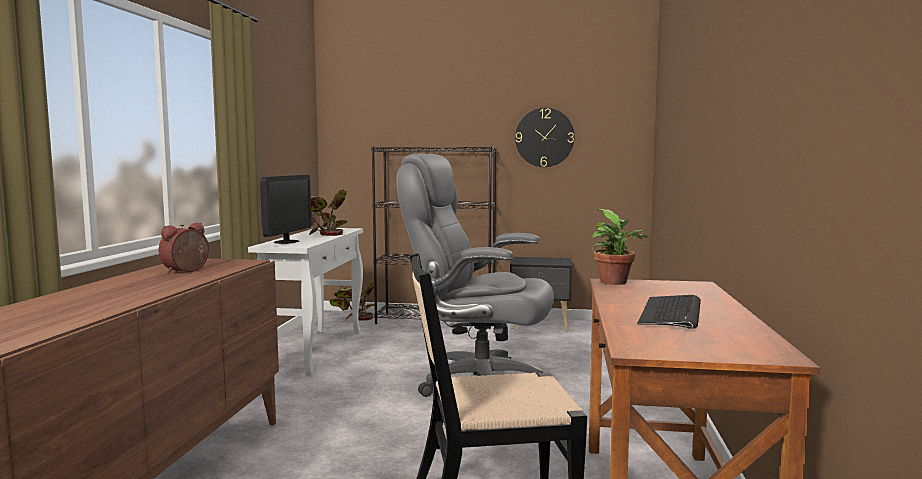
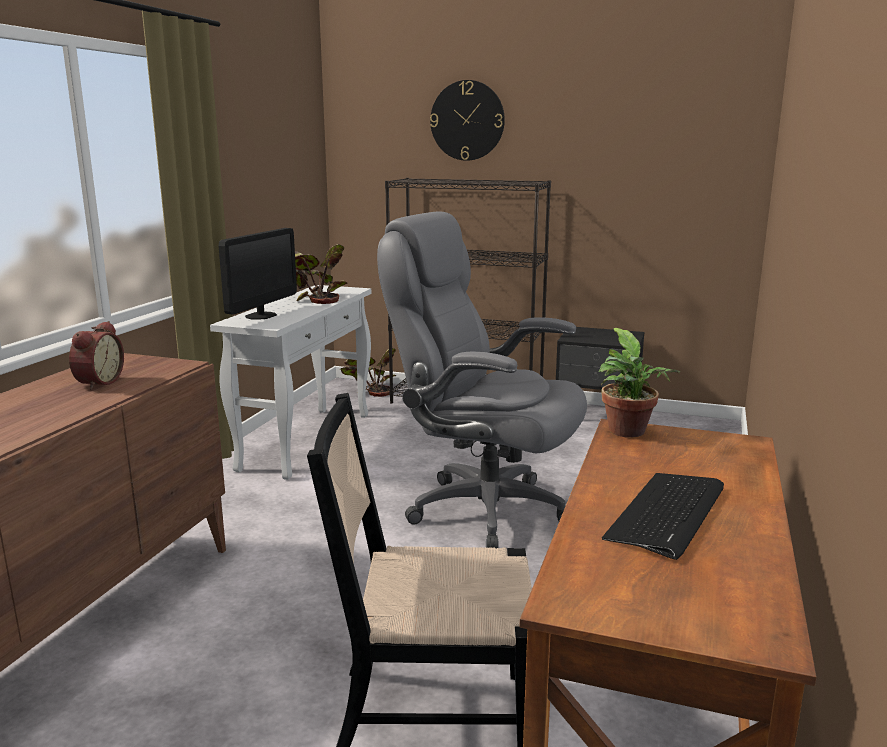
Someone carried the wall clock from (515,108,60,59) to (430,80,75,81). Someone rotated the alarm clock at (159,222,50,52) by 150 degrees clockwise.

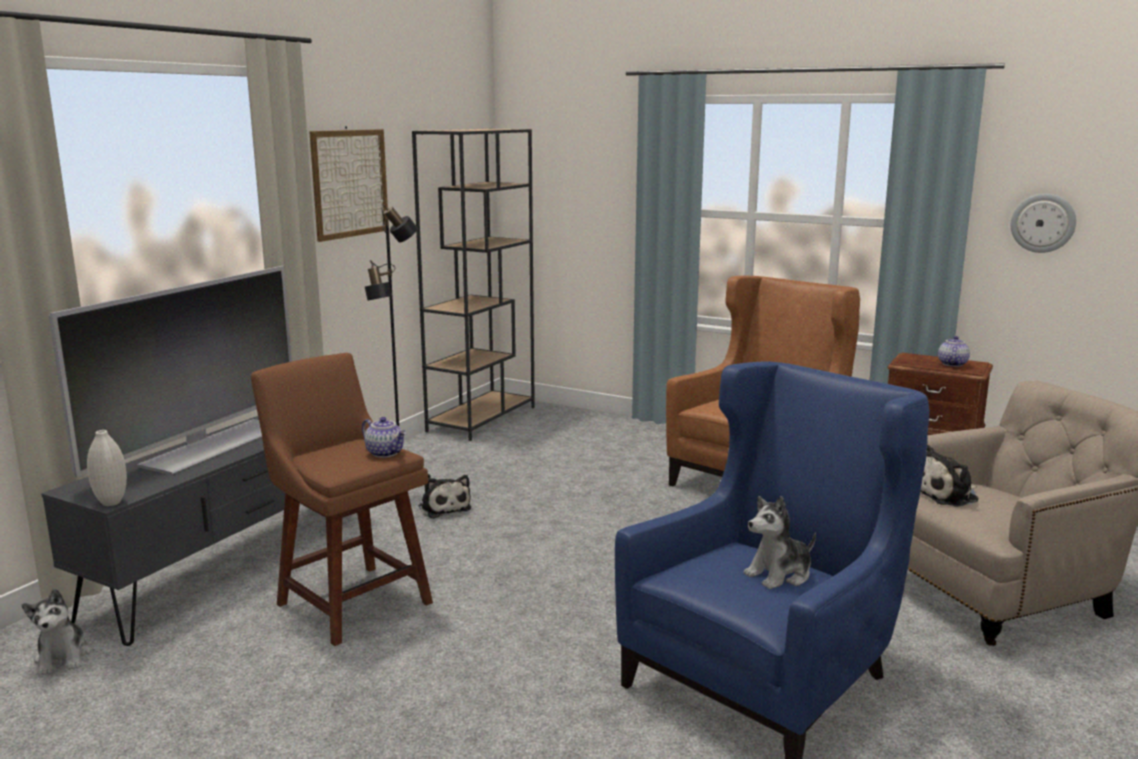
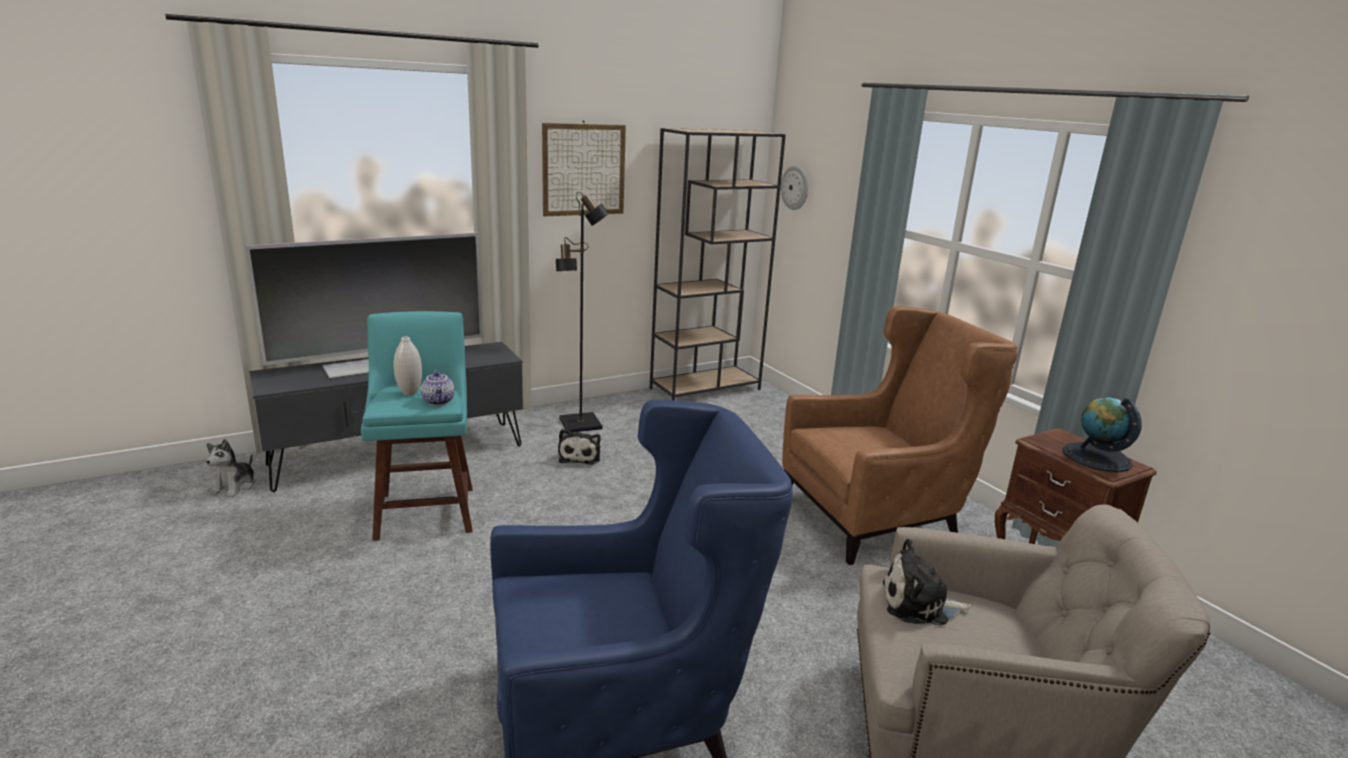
Someone took away the plush toy at (743,496,73,93). Someone carried the white vase from (87,430,40,76) to (394,337,28,59). Someone carried the wall clock from (1011,194,65,59) to (781,166,27,44). Someone swapped the teapot at (938,336,32,31) for the globe at (1063,397,79,75). Someone repainted the brown stool at (251,353,182,293), which became the turquoise stool at (361,311,112,230).

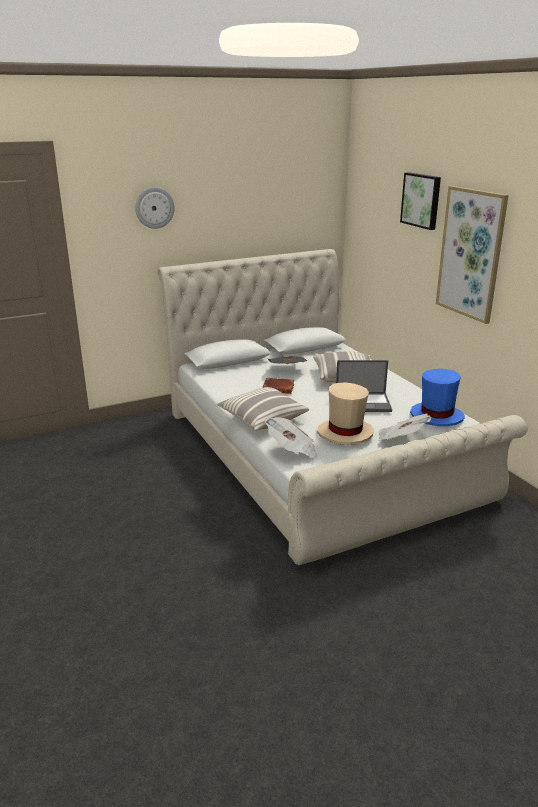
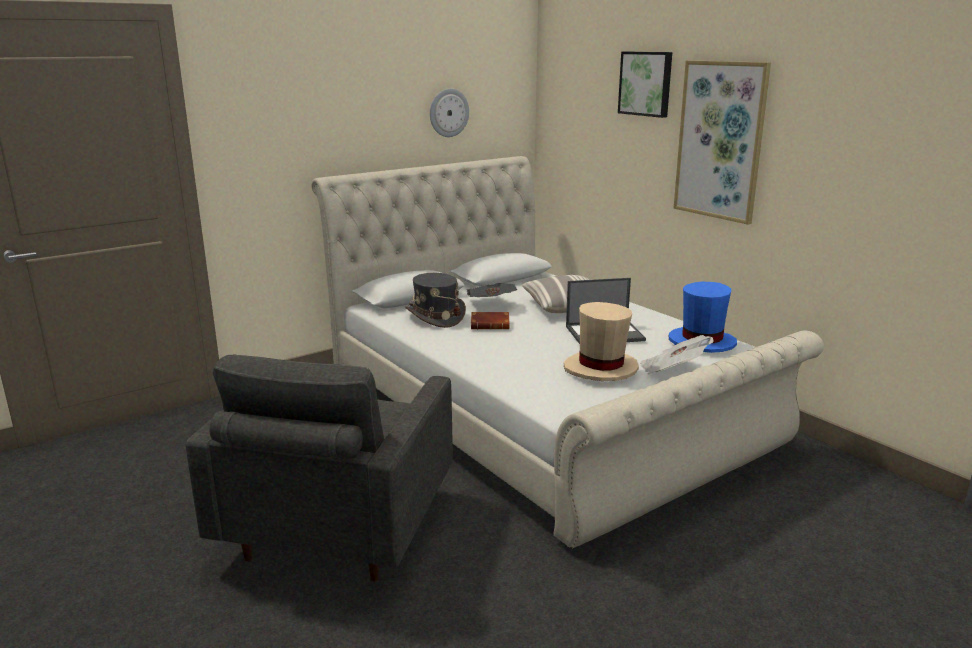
Someone took away the pillow at (217,387,92,43). Someone took away the newspaper at (265,417,52,41). Someone put down the grey armchair at (185,354,268,227). Someone put down the grey hat at (405,273,61,55). Someone carried the wall clock from (135,187,40,42) to (430,88,39,49).

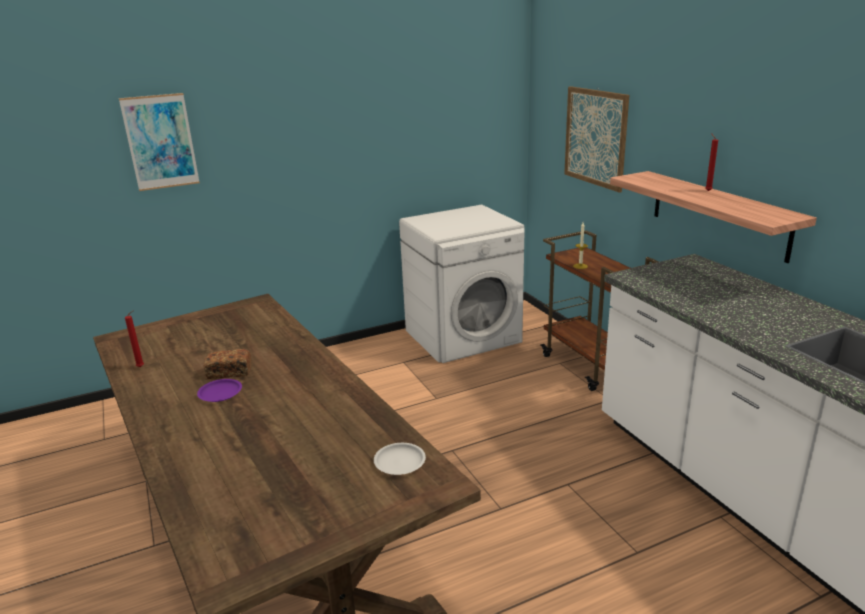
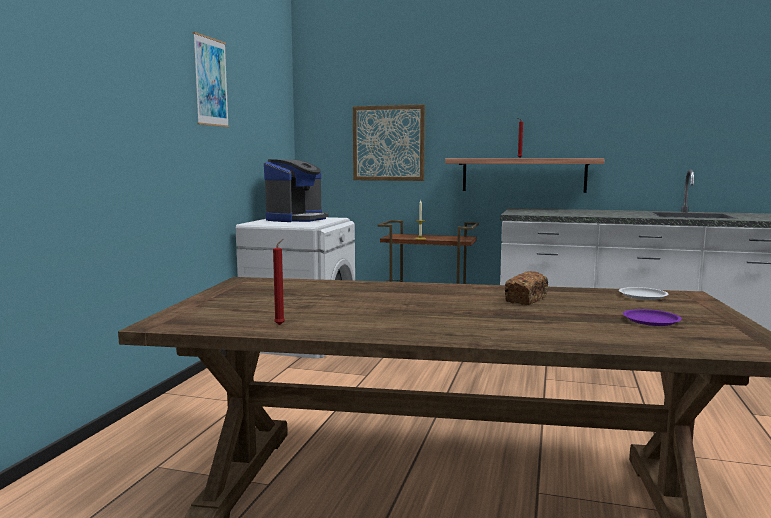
Someone put down the coffee machine at (264,159,64,63). Someone carried the picture from (119,93,81,98) to (193,32,36,95). Someone carried the purple plate from (197,379,45,23) to (623,309,59,17). Someone carried the bread from (204,349,48,30) to (505,271,43,34).

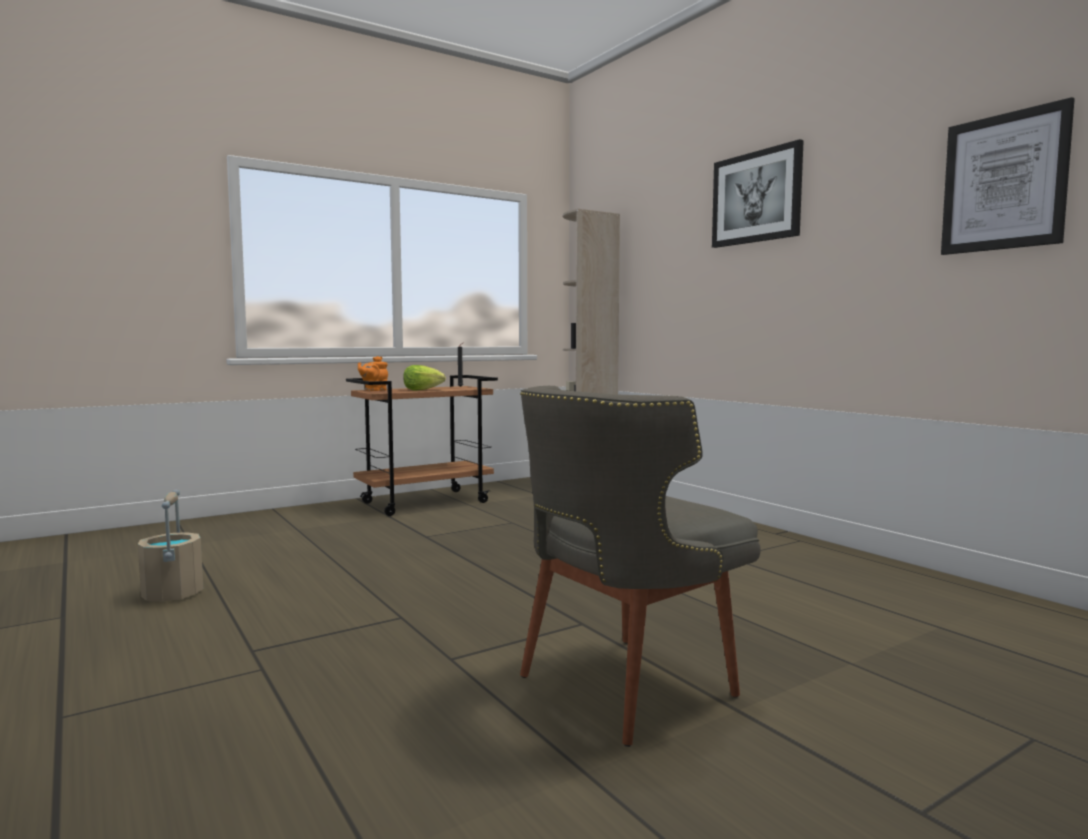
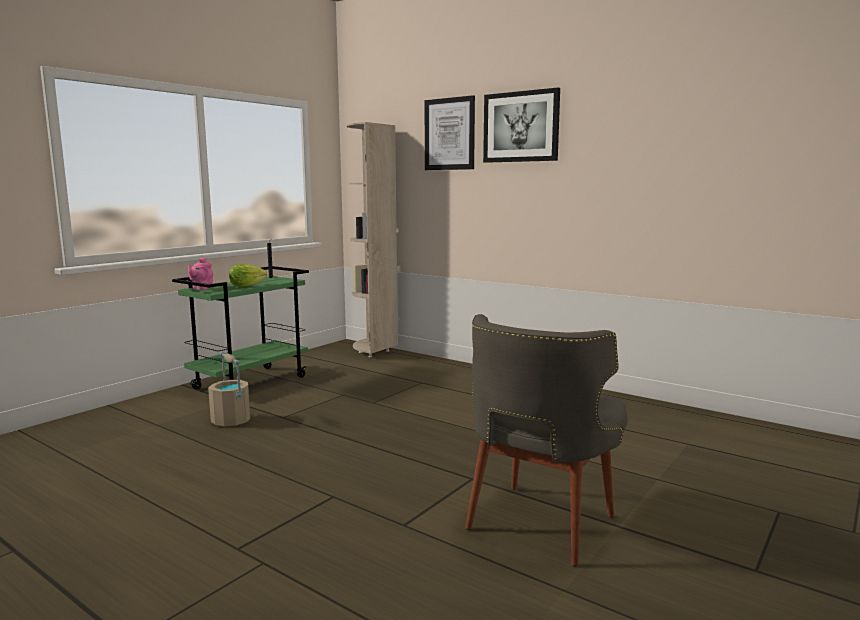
Someone carried the beige bucket from (138,490,65,112) to (208,352,42,74). Someone carried the picture from (941,97,134,158) to (425,95,50,75). Someone repainted the brown cart at (346,375,152,141), which became the green cart at (172,266,137,123). Someone repainted the orange teapot at (358,356,30,35), which became the pink teapot at (188,258,25,32).

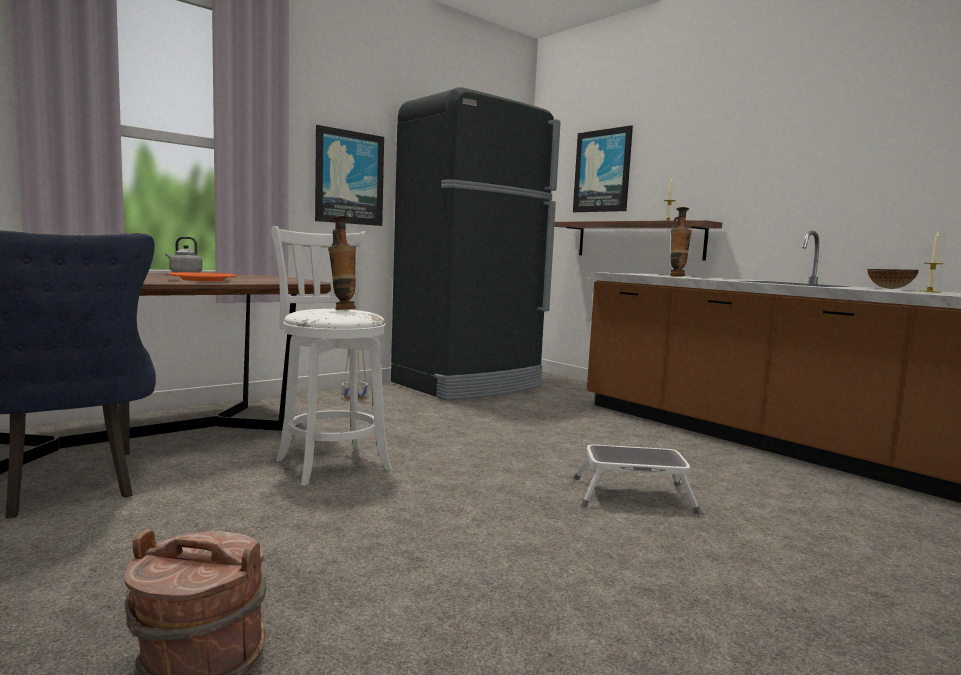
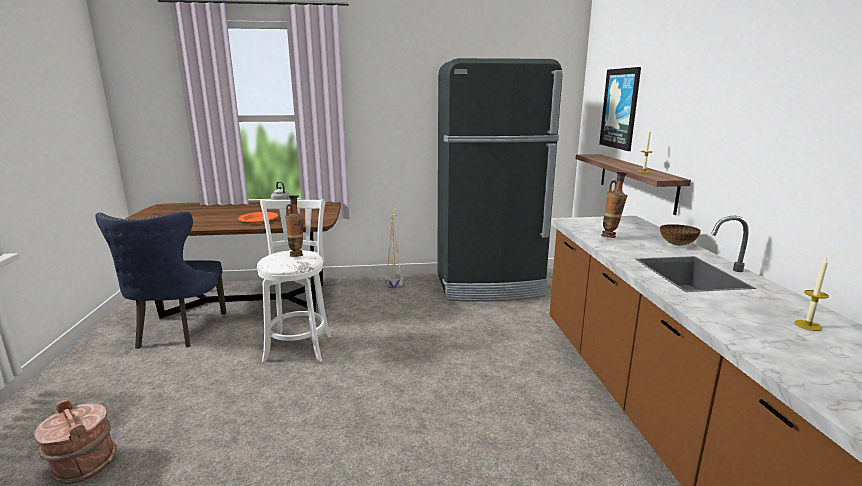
Someone took away the picture at (315,125,69,101). Someone took away the grey step ladder at (573,445,129,70). Someone carried the bowl from (868,269,51,20) to (660,224,41,22).

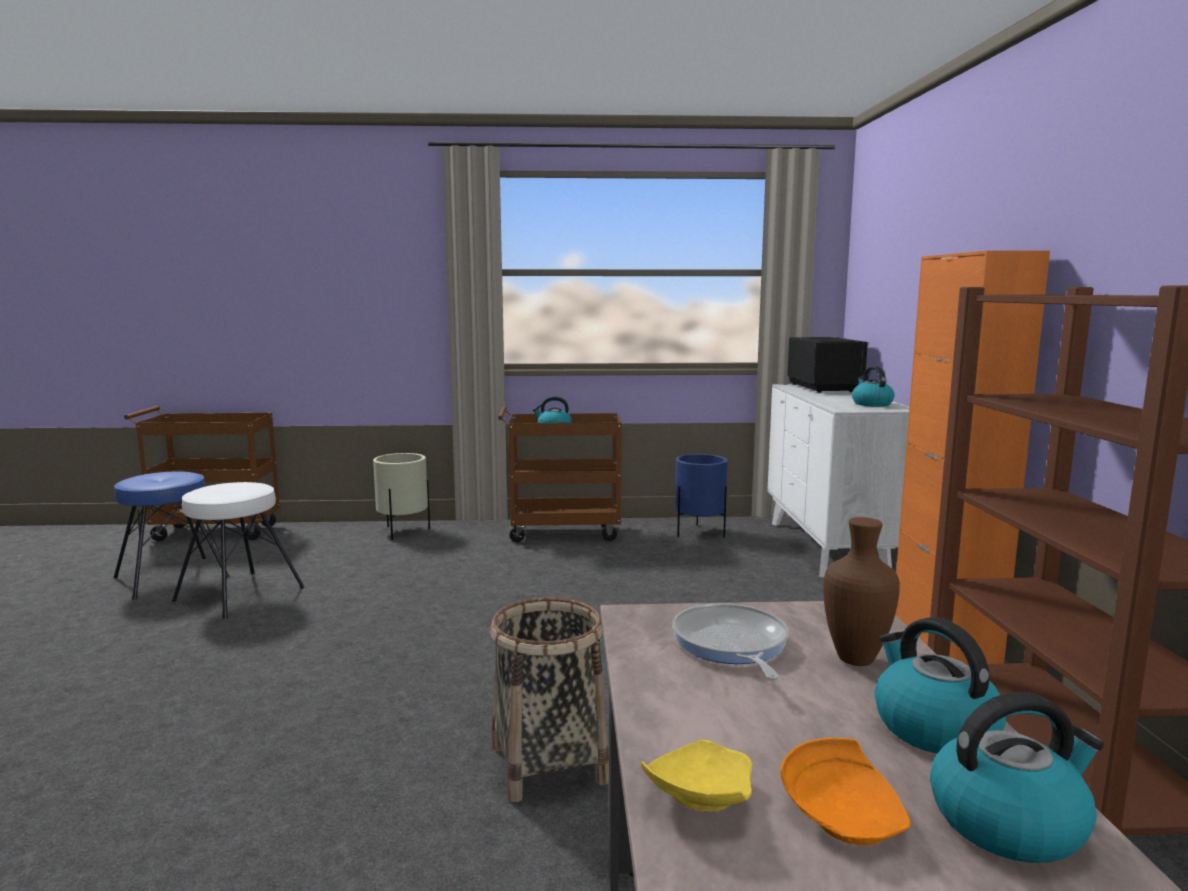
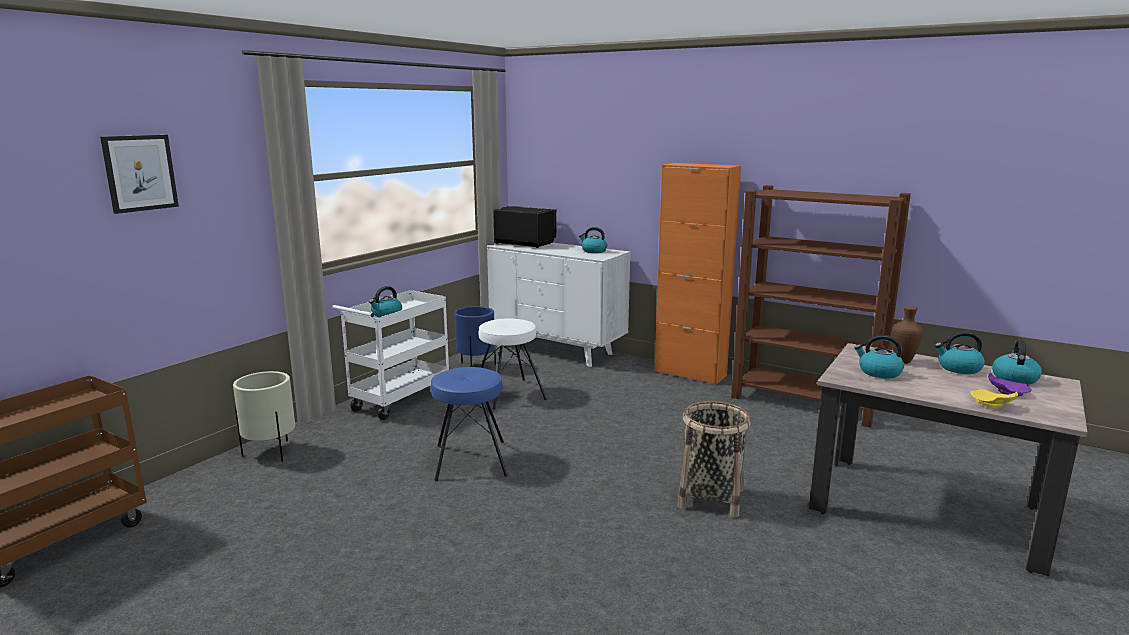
Someone put up the picture at (100,135,79,79). Someone carried the blue stool from (114,472,116,128) to (431,367,77,114). Someone carried the white stool from (172,482,133,137) to (479,318,68,92). Someone swapped the frying pan at (672,604,117,76) for the kettle at (854,335,50,44). Someone repainted the brown cart at (498,406,124,136), which became the white cart at (332,290,117,130). Someone repainted the orange plate at (780,738,131,107), which became the purple plate at (988,373,44,24).

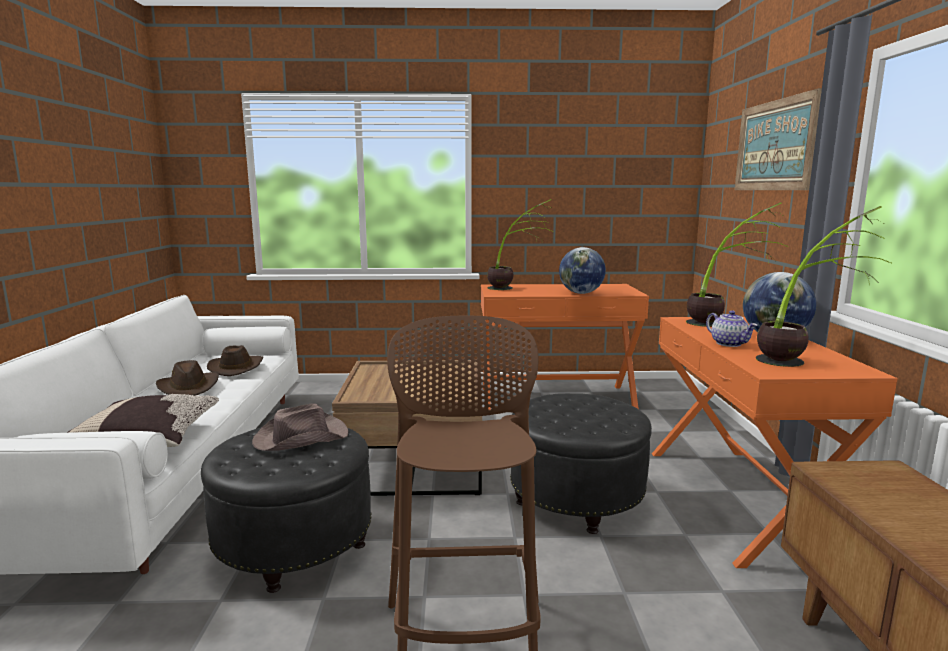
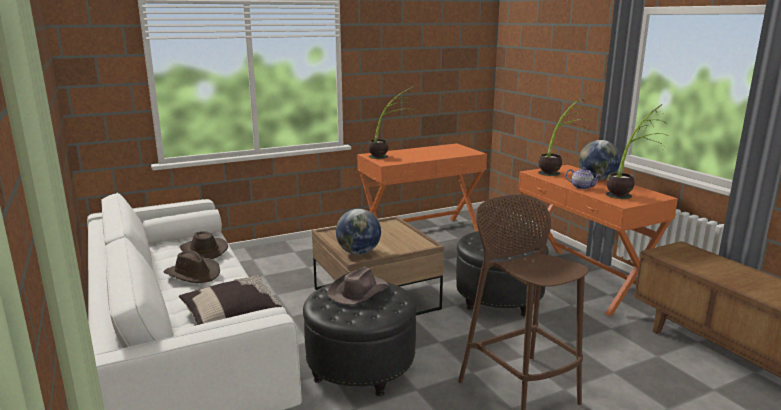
Someone took away the picture at (735,88,87,102). Someone carried the globe from (559,247,47,47) to (336,209,45,46).

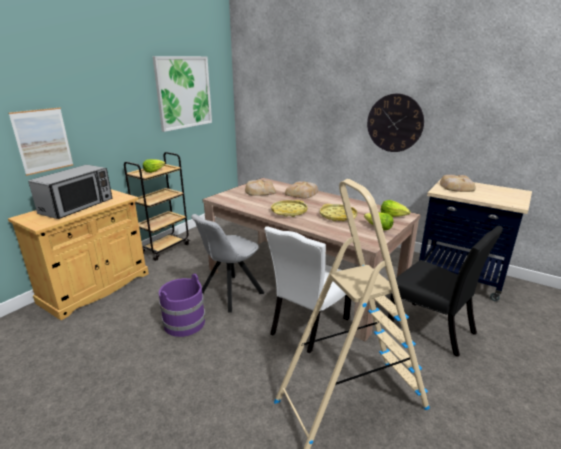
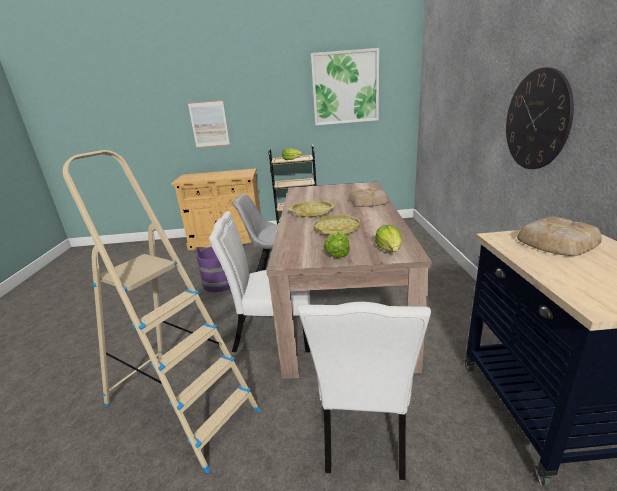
Someone took away the microwave at (28,165,85,54). Someone took away the bread at (245,180,31,16). Someone repainted the black chair at (388,226,115,131), which became the white chair at (298,302,133,178).

